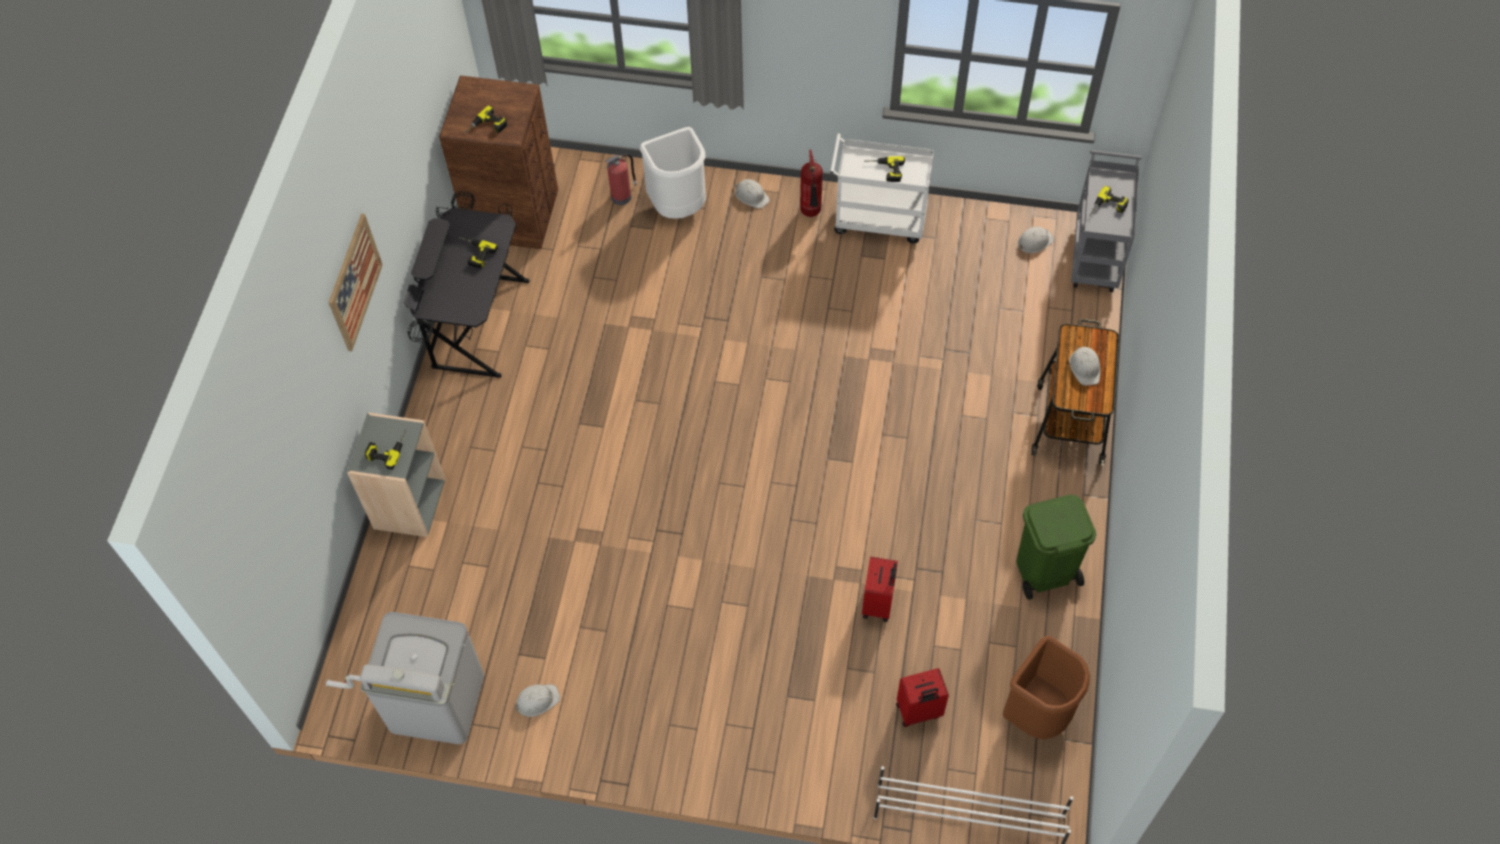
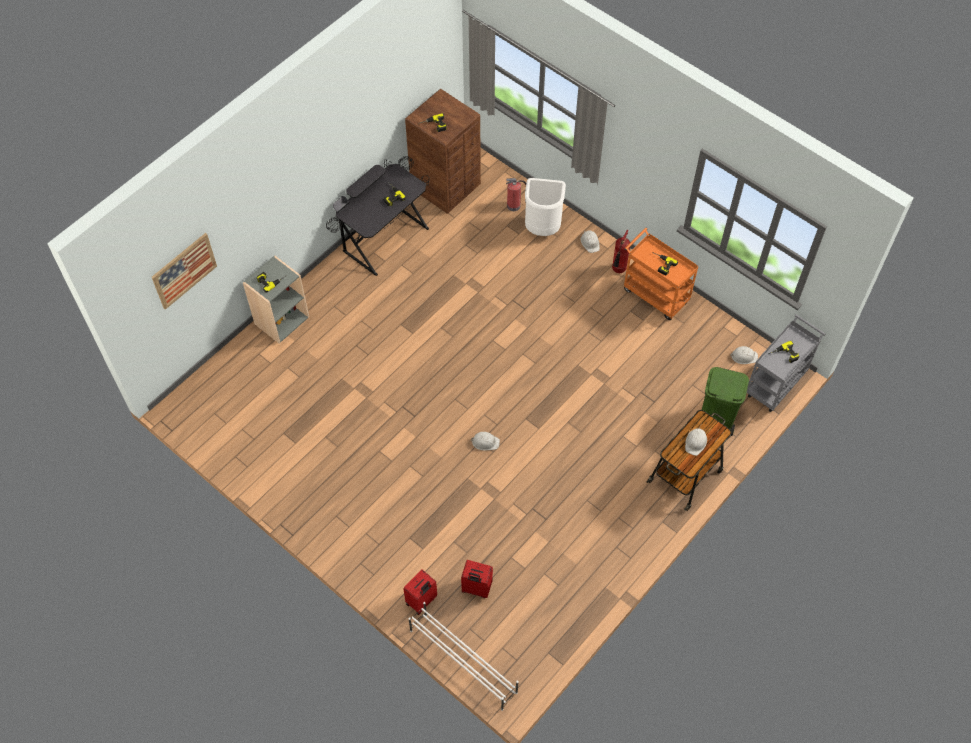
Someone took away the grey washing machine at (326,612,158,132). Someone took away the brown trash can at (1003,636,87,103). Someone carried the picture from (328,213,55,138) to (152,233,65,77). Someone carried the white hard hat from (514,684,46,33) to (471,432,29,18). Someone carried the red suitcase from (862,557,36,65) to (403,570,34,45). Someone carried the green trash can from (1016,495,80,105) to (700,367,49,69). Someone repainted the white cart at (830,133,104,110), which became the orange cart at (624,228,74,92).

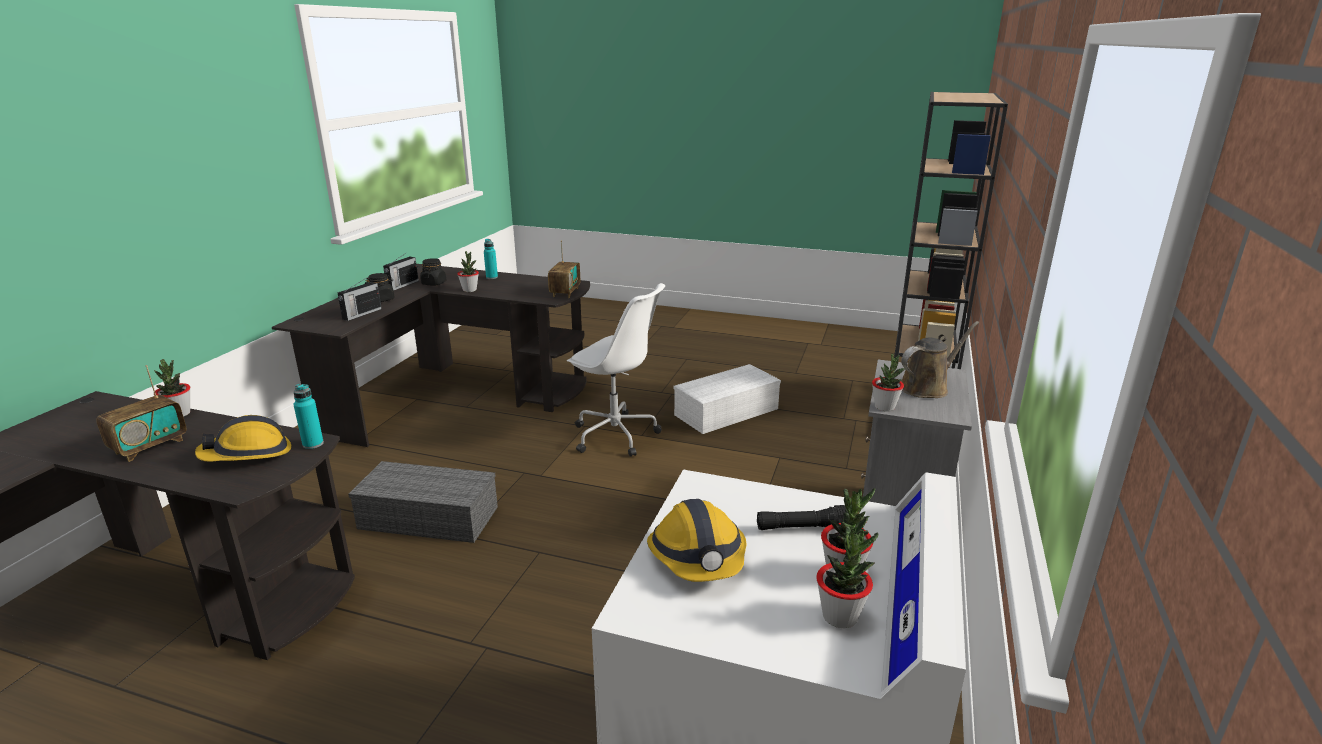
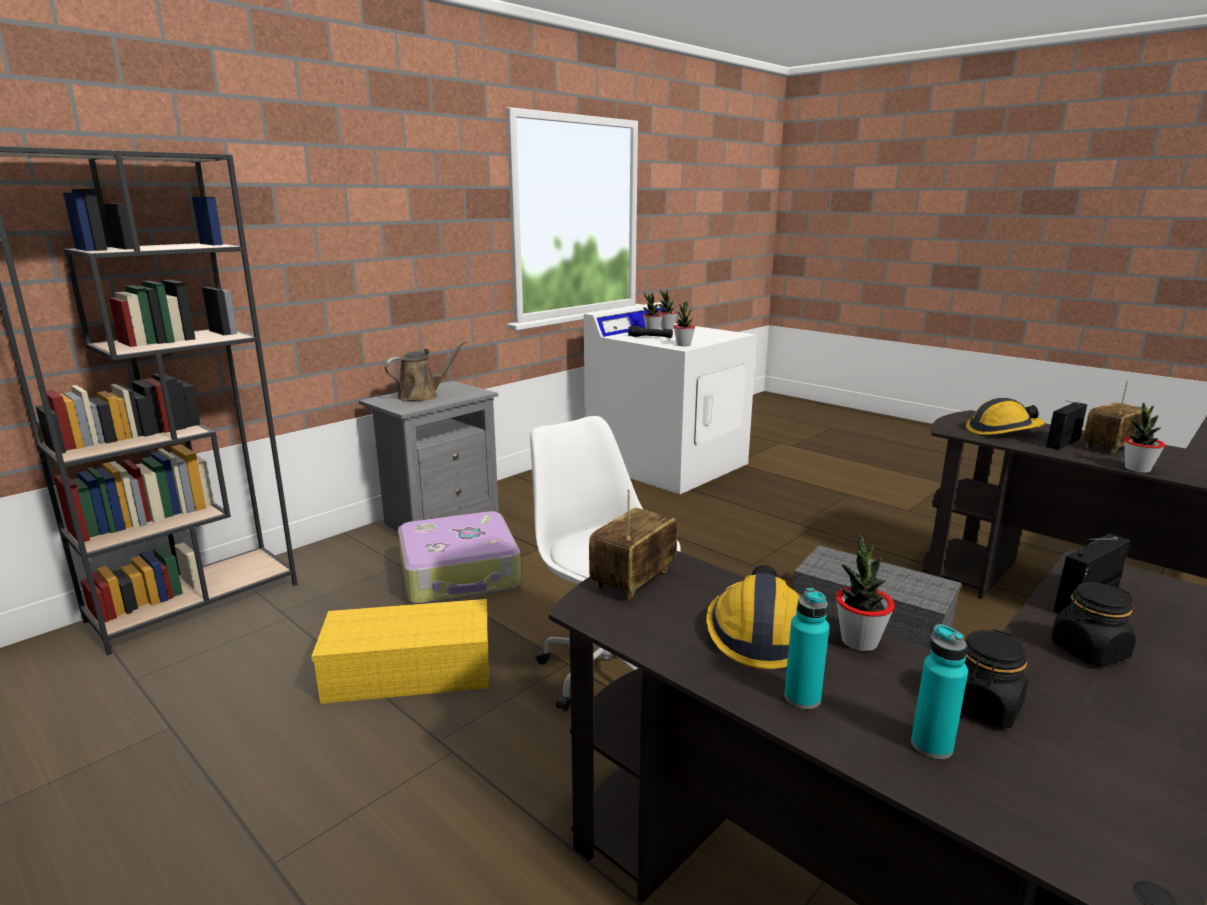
Someone put down the suitcase at (398,511,123,93). Someone carried the turquoise bottle from (293,384,31,65) to (911,624,57,135). Someone carried the radio from (383,252,36,38) to (1046,400,41,50). Someone carried the hard hat from (647,499,99,83) to (706,565,94,104). Someone carried the potted plant from (872,353,33,58) to (673,301,22,45). Someone repainted the white storage box at (674,364,107,70), which became the yellow storage box at (311,599,178,105). Someone rotated the brown watering can at (901,321,78,77) by 150 degrees clockwise.

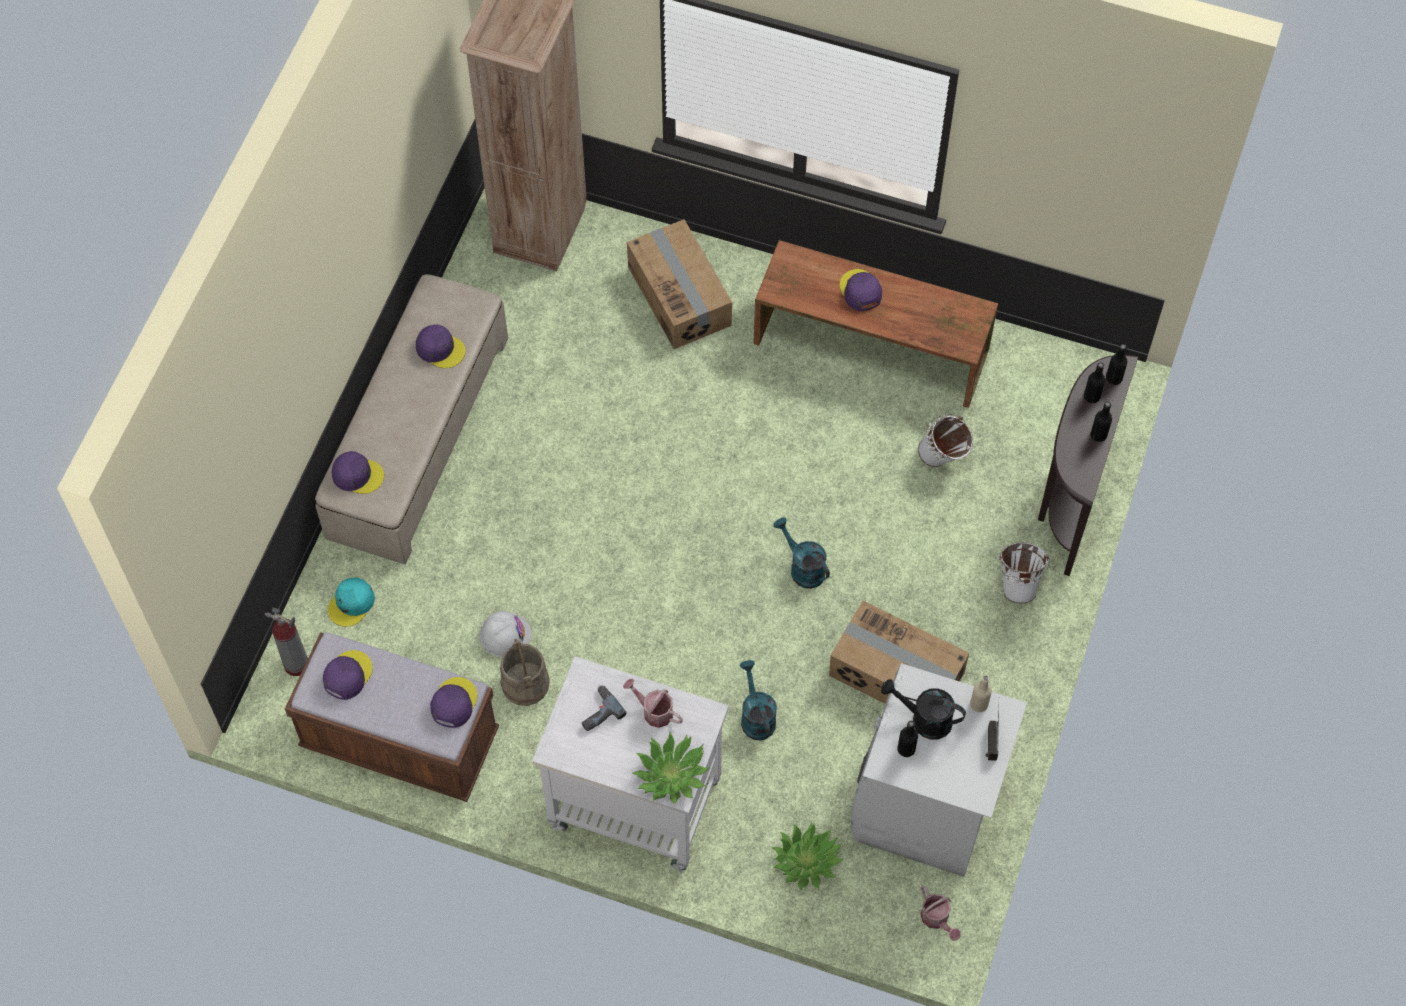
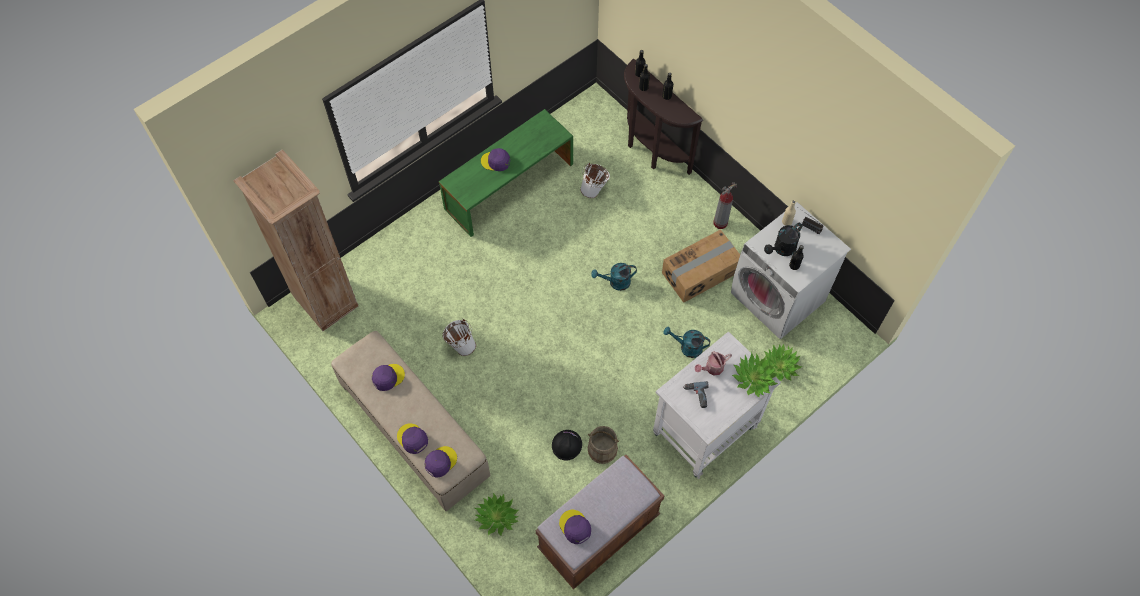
Someone took away the cardboard box at (627,219,105,130). Someone took away the watering can at (920,885,41,56). Someone carried the fire extinguisher from (265,608,43,68) to (714,182,23,47). Someone carried the purple cap from (430,677,47,51) to (397,423,31,31). Someone carried the white bucket from (999,542,51,62) to (443,319,33,37). Someone swapped the turquoise cap at (328,578,47,49) for the potted plant at (475,493,44,43). Someone repainted the white hard hat at (480,611,52,46), which became the black hard hat at (552,430,30,31). Someone repainted the brown bench at (753,240,245,168), which became the green bench at (439,109,134,128).

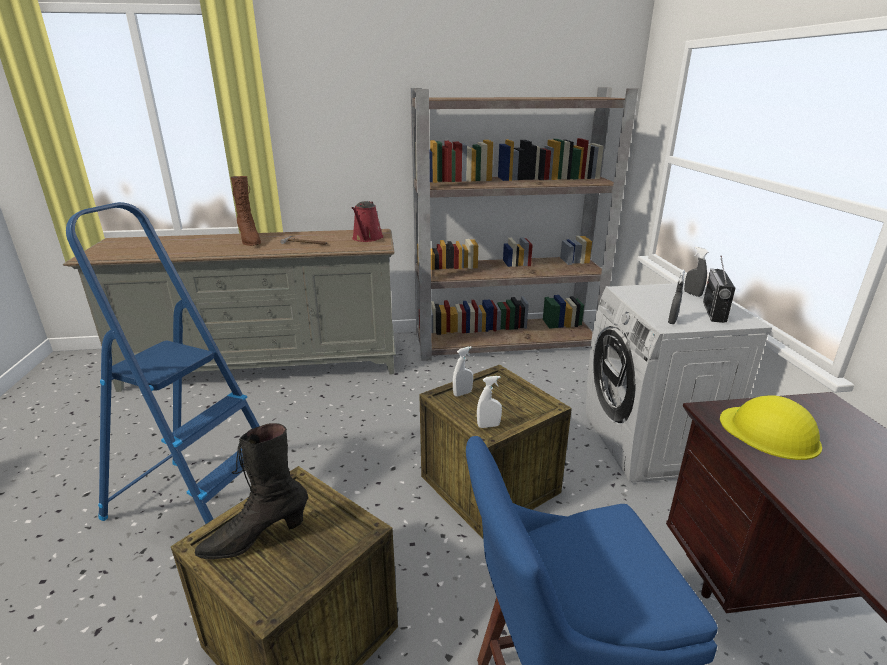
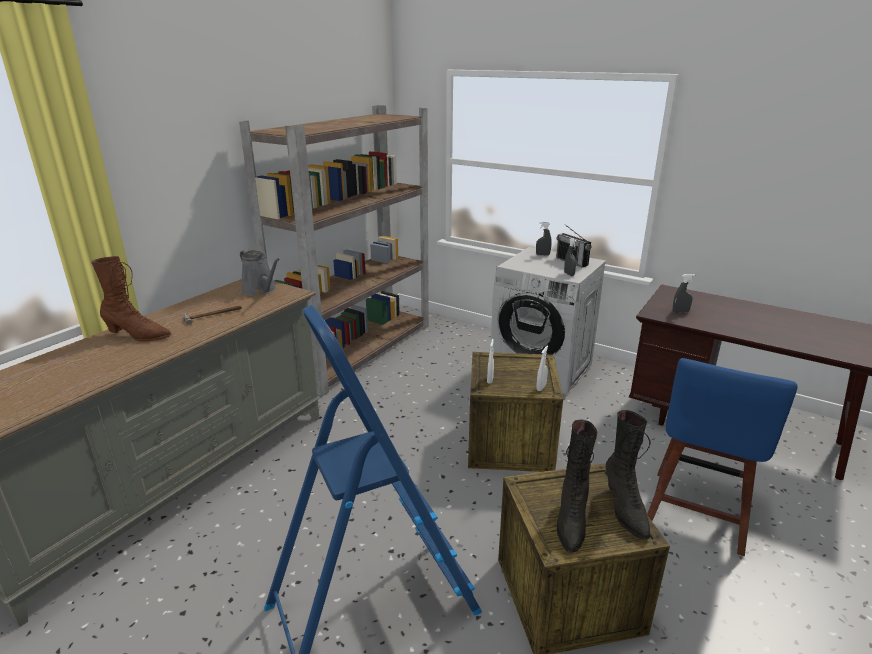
Someone put down the black boot at (606,410,44,130). Someone swapped the yellow hard hat at (720,395,102,65) for the grey spray bottle at (673,274,22,39). Someone repainted the red watering can at (352,201,31,41), which became the grey watering can at (240,249,40,47).

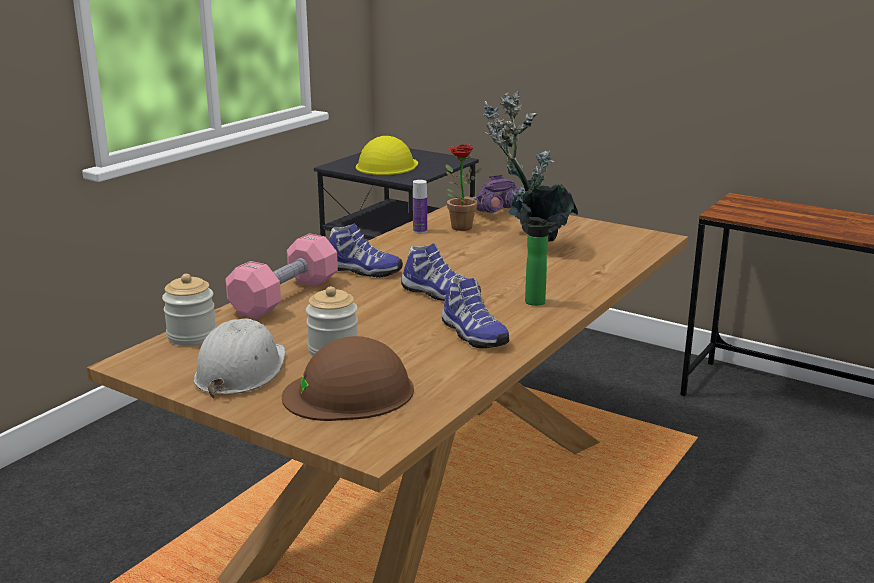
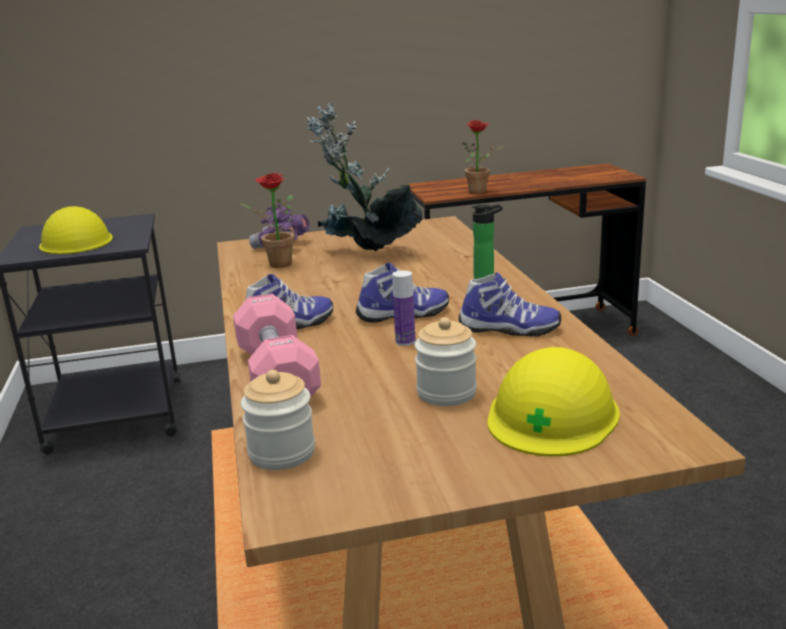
Someone took away the white hard hat at (193,318,93,80). Someone put down the potted plant at (462,120,42,74). Someone carried the bottle from (413,180,14,54) to (392,270,23,76). Someone repainted the brown hard hat at (282,336,132,85), which became the yellow hard hat at (487,347,133,110).

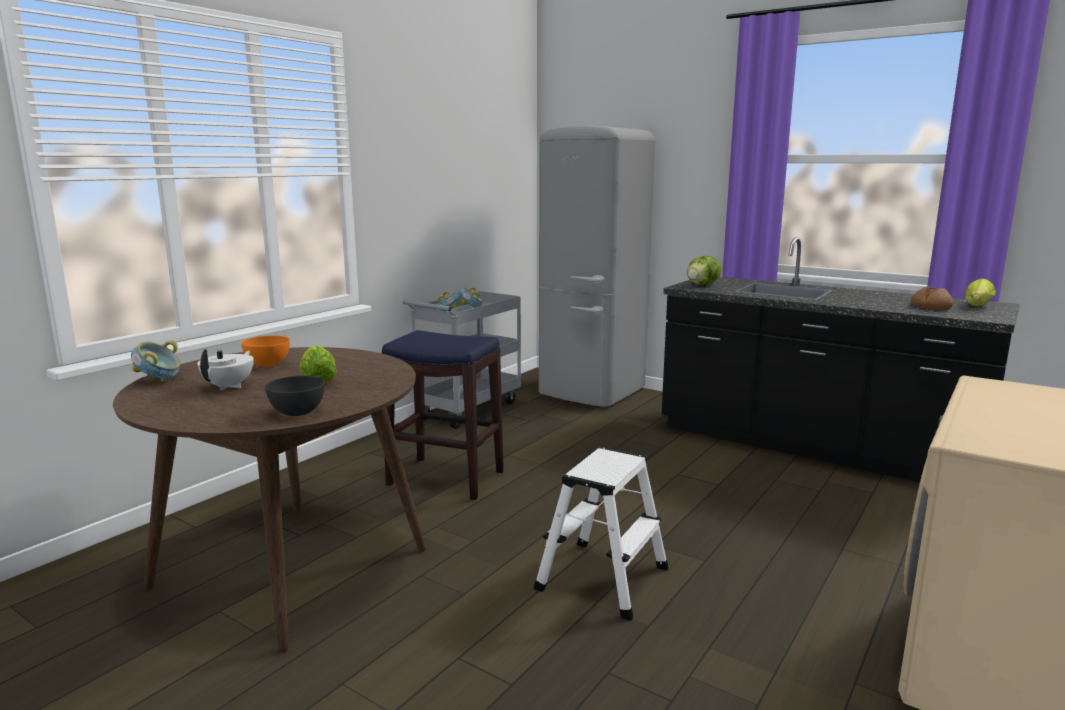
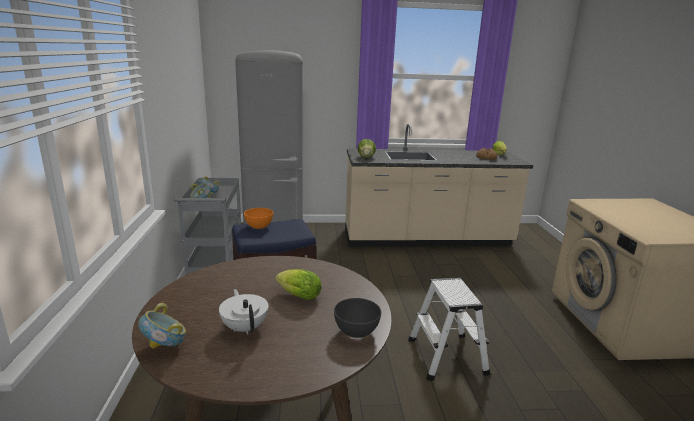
Someone carried the orange bowl from (241,335,49,32) to (244,208,29,21). Someone repainted the black counter at (662,237,358,246), which became the beige counter at (345,124,188,123).

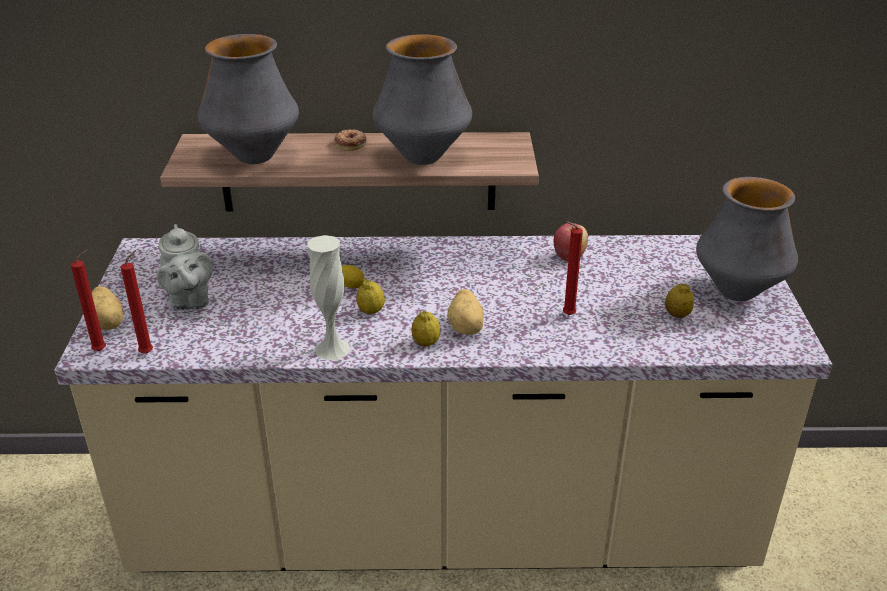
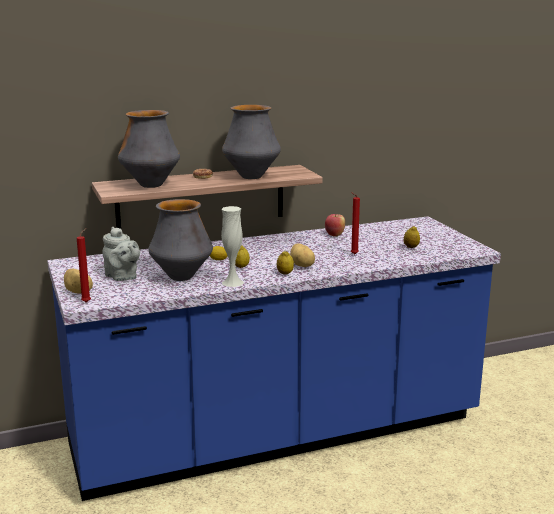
Someone took away the red candle at (121,250,32,104). Someone carried the vase from (696,177,102,124) to (148,199,65,82). Someone repainted the beige counter at (54,235,778,337), which became the blue counter at (47,216,454,285).

